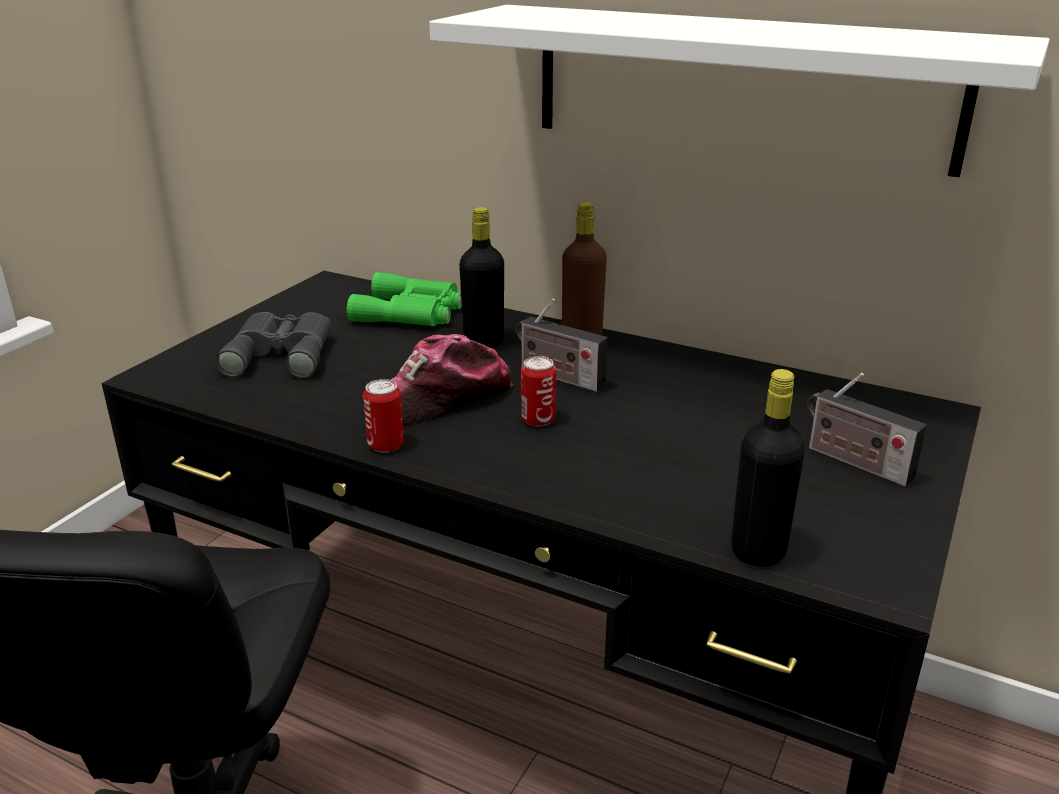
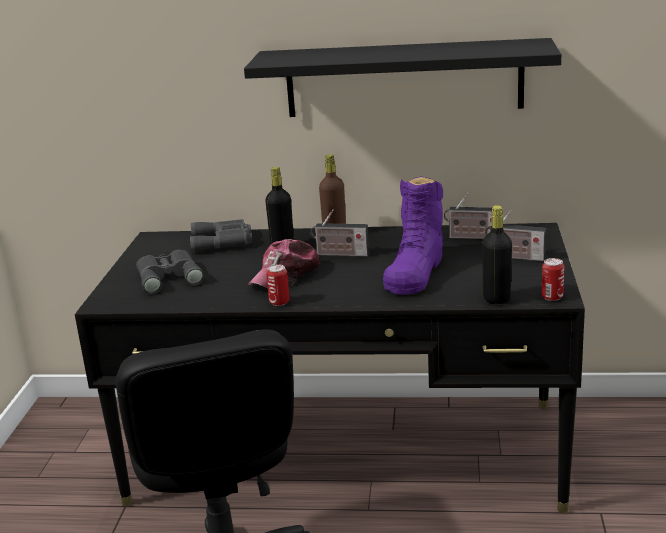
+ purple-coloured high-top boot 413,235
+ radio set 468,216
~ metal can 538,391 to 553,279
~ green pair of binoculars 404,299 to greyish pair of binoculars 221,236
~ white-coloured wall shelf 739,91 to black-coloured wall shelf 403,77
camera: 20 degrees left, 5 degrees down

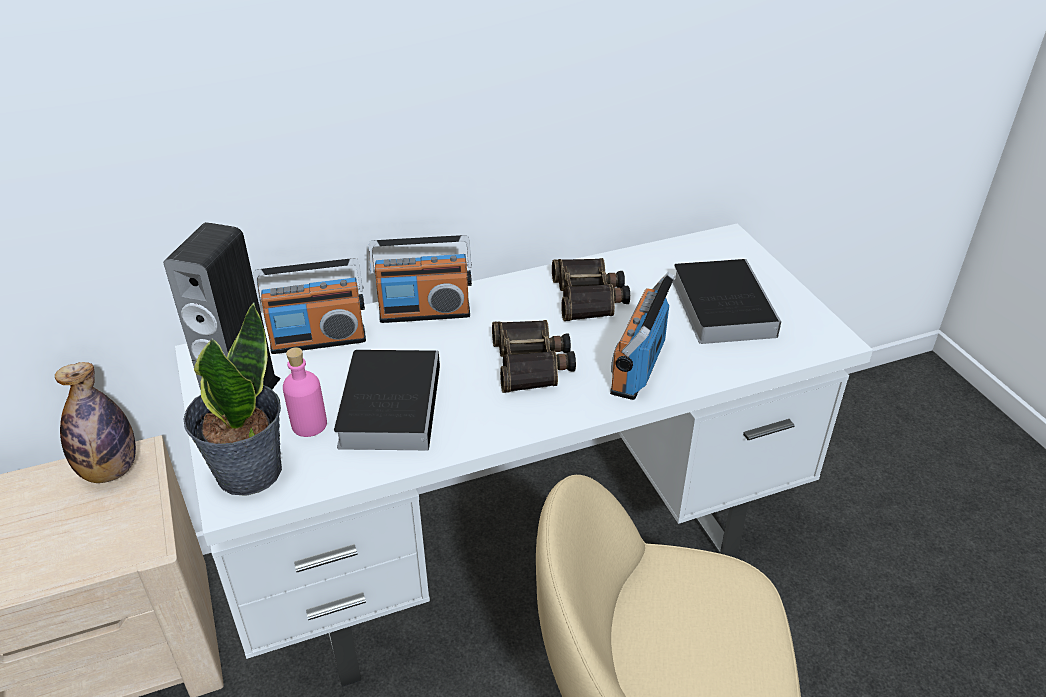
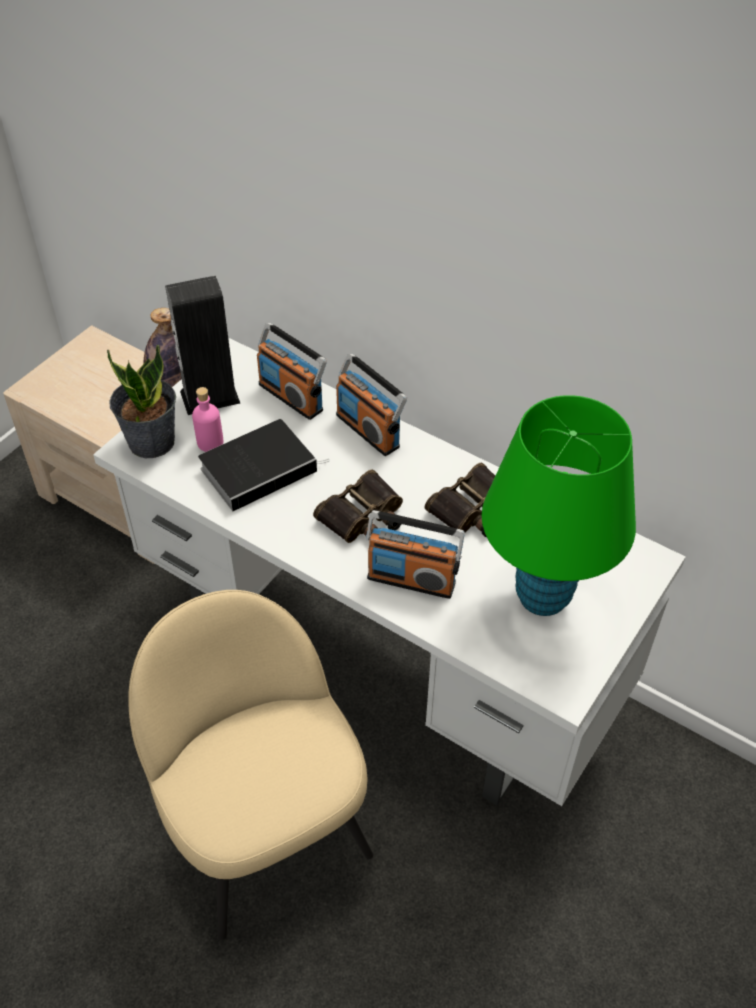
~ volume 727,301 to green table lamp 559,505
~ radio set 642,336 = 415,554 150 degrees counterclockwise
camera: 55 degrees right, 10 degrees up

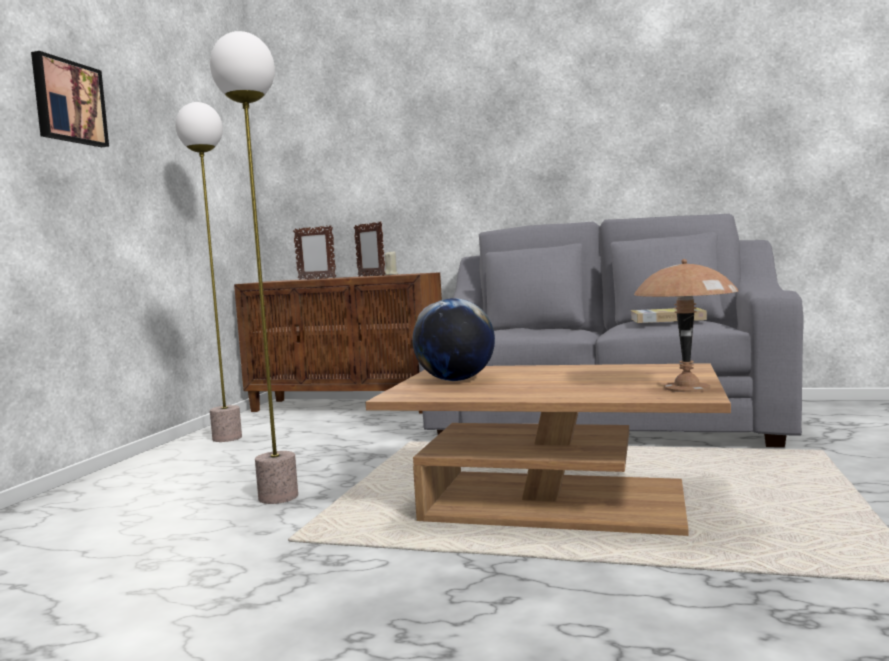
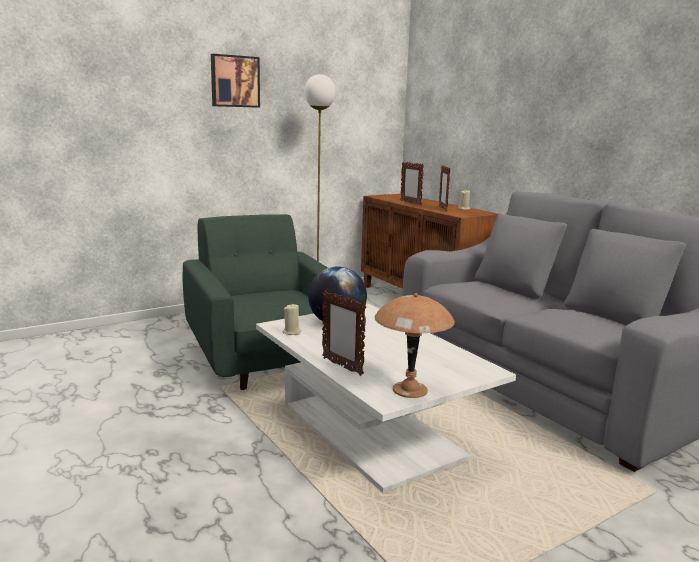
- volume 669,315
+ beige-coloured candle 292,319
+ standing frame 344,333
~ floor lamp 254,267 to green armchair 255,302
~ brown lounge table 548,449 to white-coloured lounge table 386,398
camera: 40 degrees right, 10 degrees up

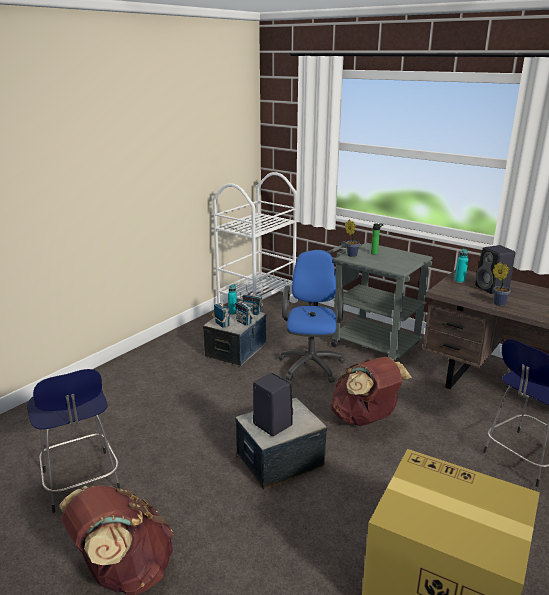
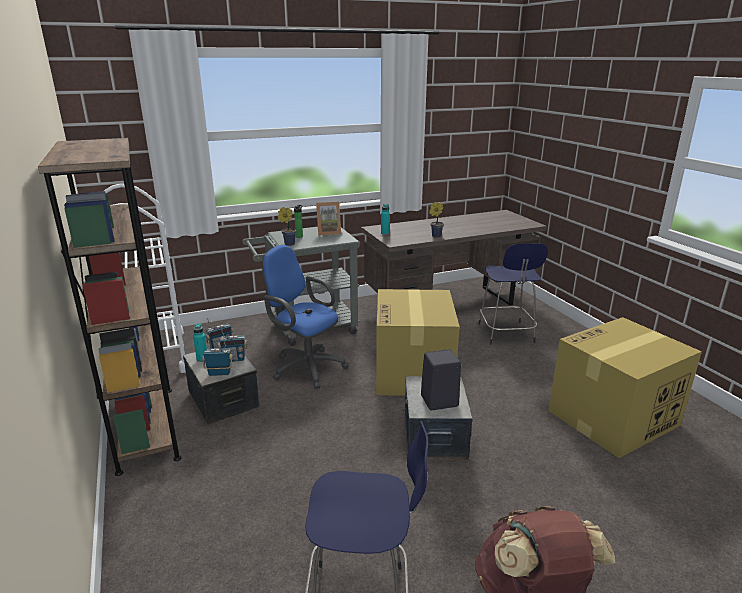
- black-coloured speaker 495,269
+ brown bookshelf 109,307
+ standing frame 328,218
~ brown rucksack 371,391 to cardboard box 418,342
camera: 60 degrees left, 0 degrees up

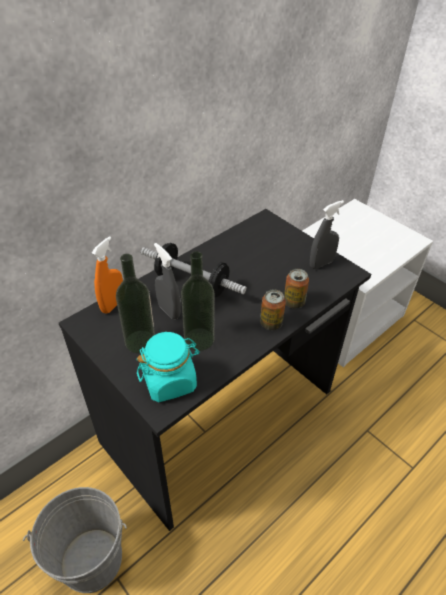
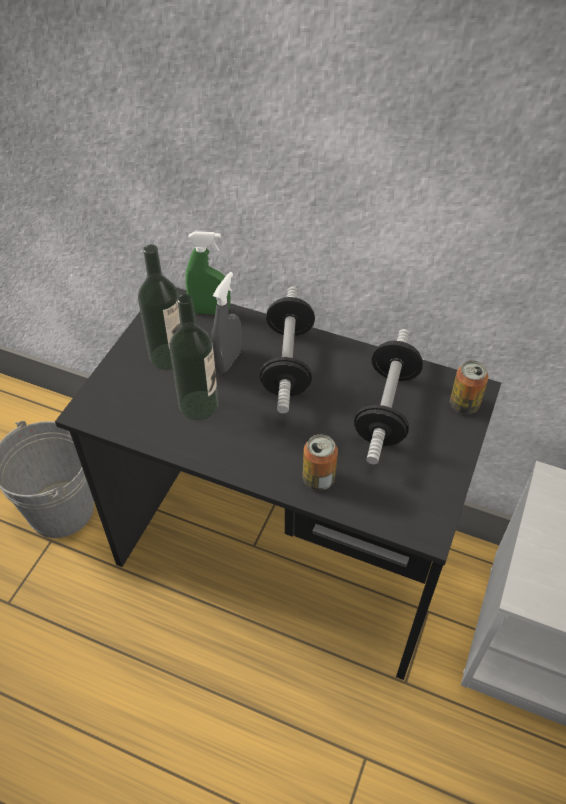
- blue-green preserve jar 168,367
- greyish spray bottle 327,234
+ dumbbell 388,396
~ metal can 273,310 to 469,387
~ orange-coloured spray bottle 107,274 to green spray bottle 208,272
camera: 65 degrees right, 5 degrees up

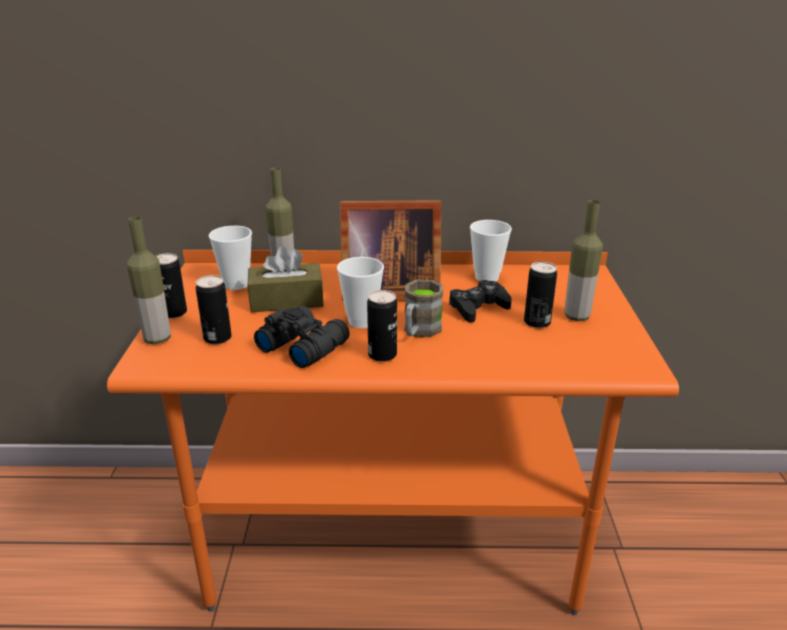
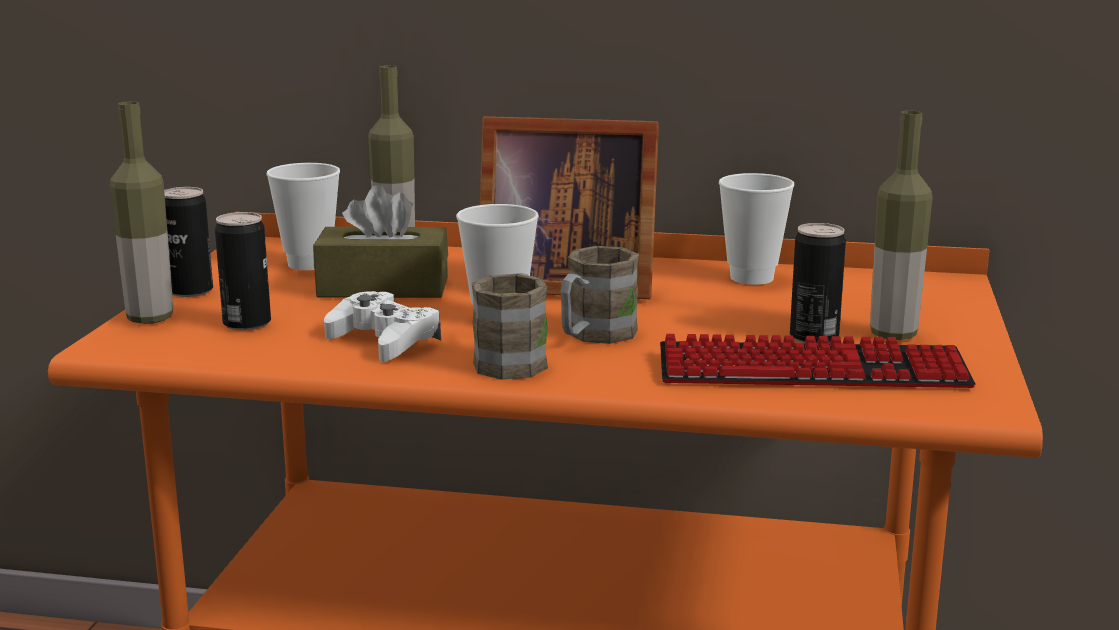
- black-coloured joypad 480,301
+ keyboard 818,361
~ black-coloured pair of binoculars 302,337 to white-coloured joypad 382,326
~ metal can 382,326 to brown tea mug 510,326
camera: 10 degrees right, 10 degrees down

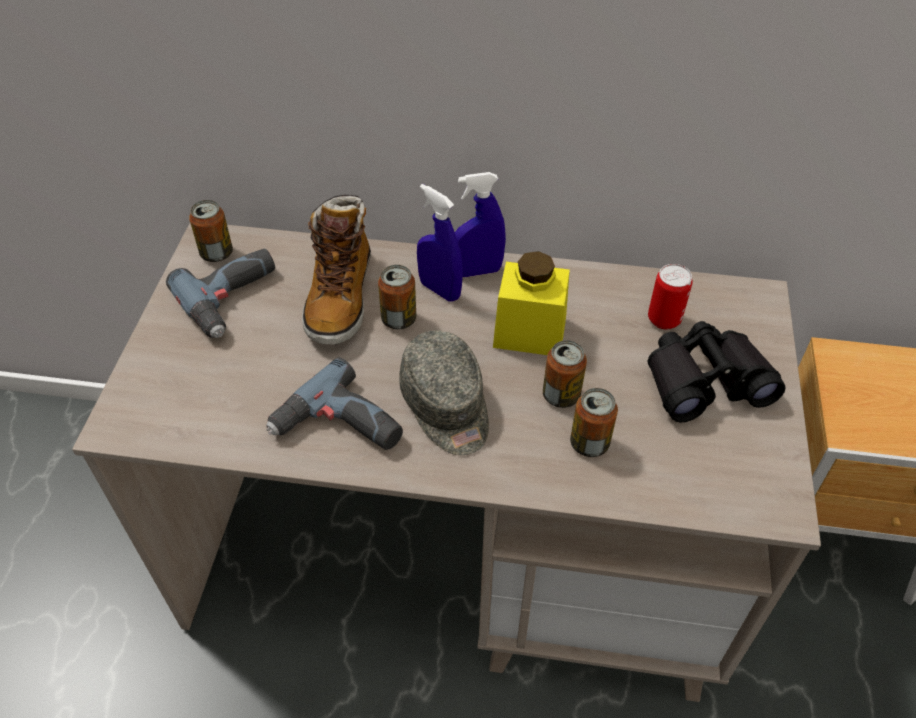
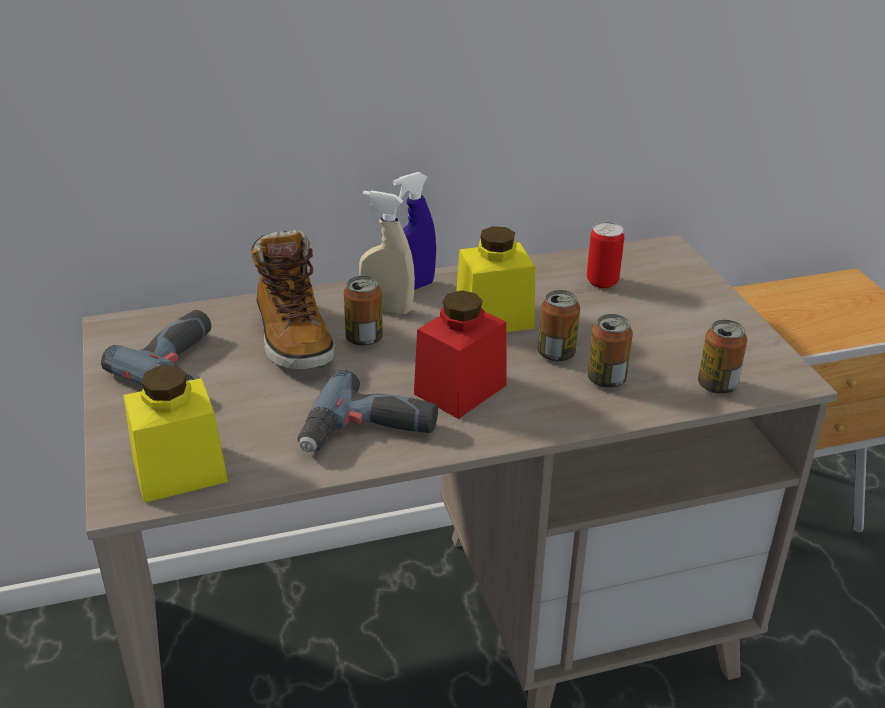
- black-coloured pair of binoculars 717,372
+ yellow preserve jar 175,434
~ metal can 211,231 to 722,357
~ greyish peaked cap 444,393 to reddish preserve jar 460,354
~ blue-coloured spray bottle 440,243 to beige-coloured spray bottle 387,252
camera: 25 degrees left, 15 degrees down

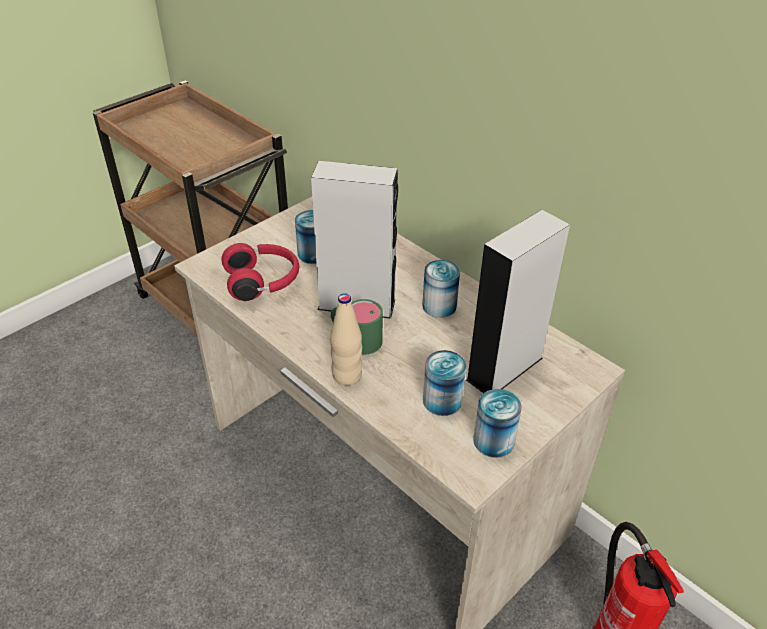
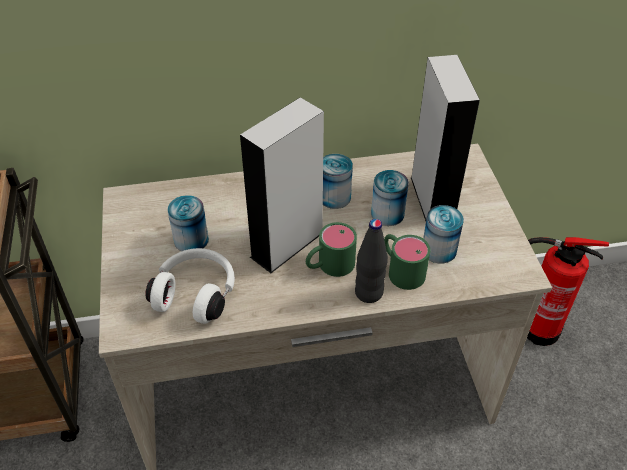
+ green tea mug 407,262
~ metal can 497,423 to 390,198
~ reddish headset 260,272 to white-coloured headset 190,286
~ beige-coloured bottle 346,339 to black-coloured bottle 371,261
camera: 55 degrees left, 5 degrees up

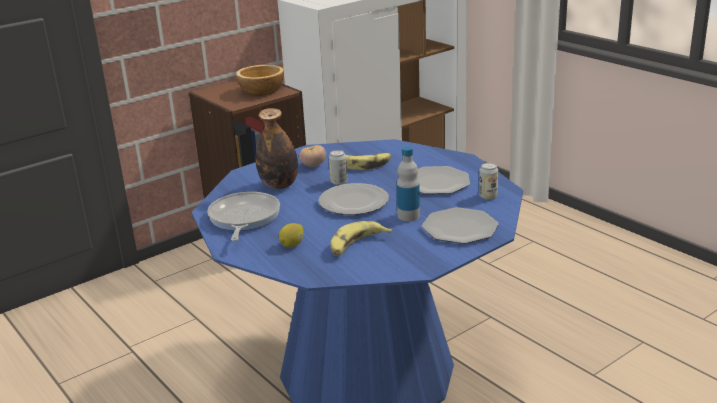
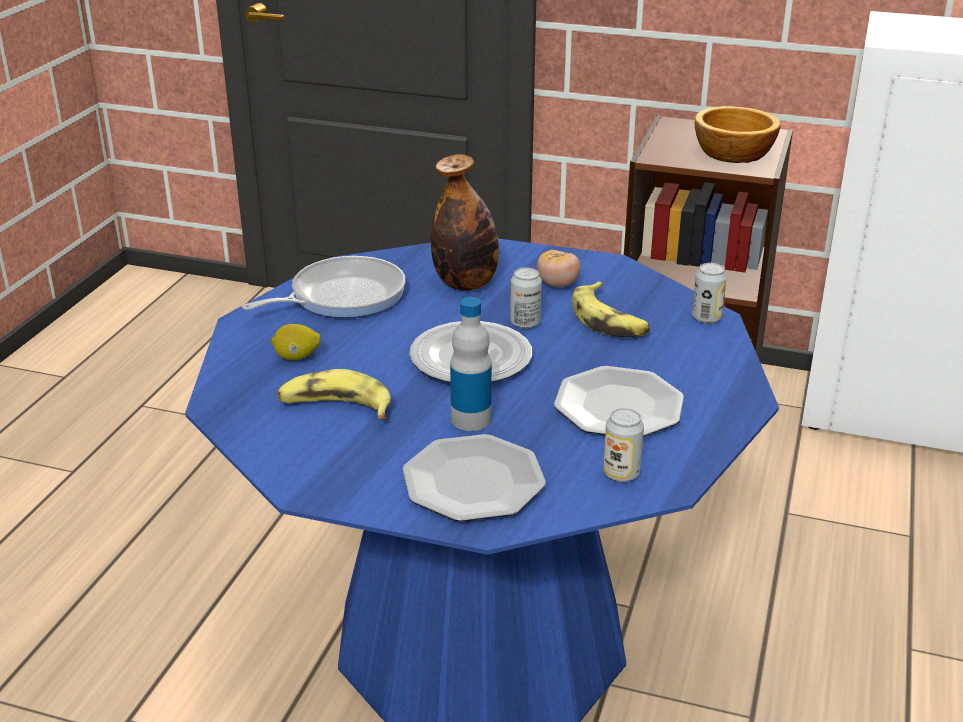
+ metal can 709,293
camera: 55 degrees right, 5 degrees up

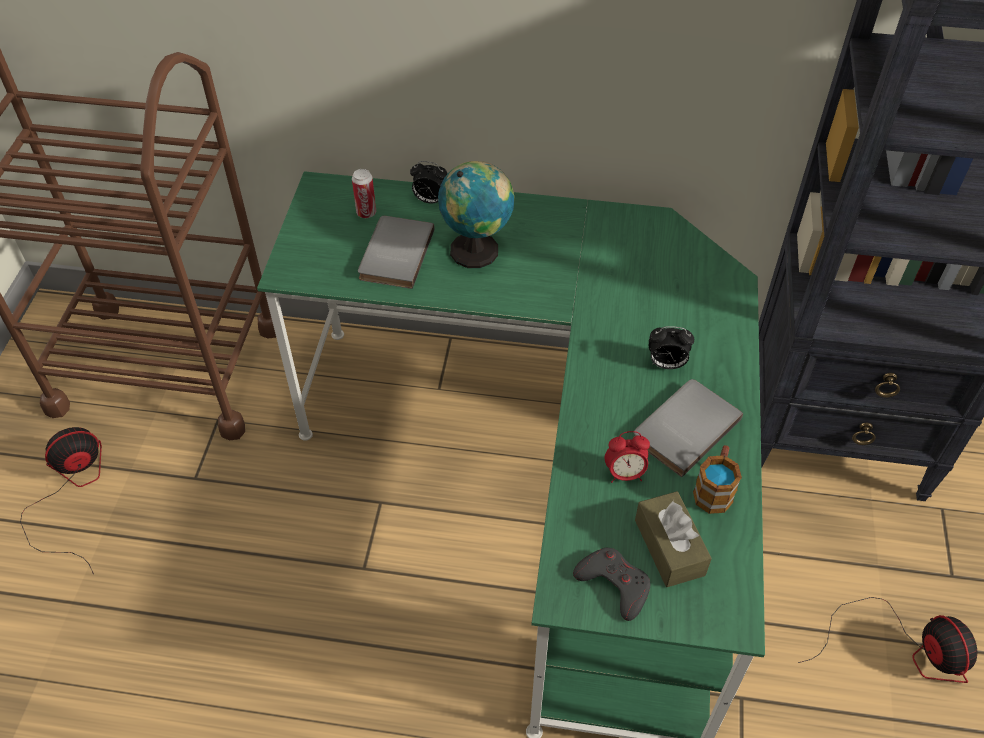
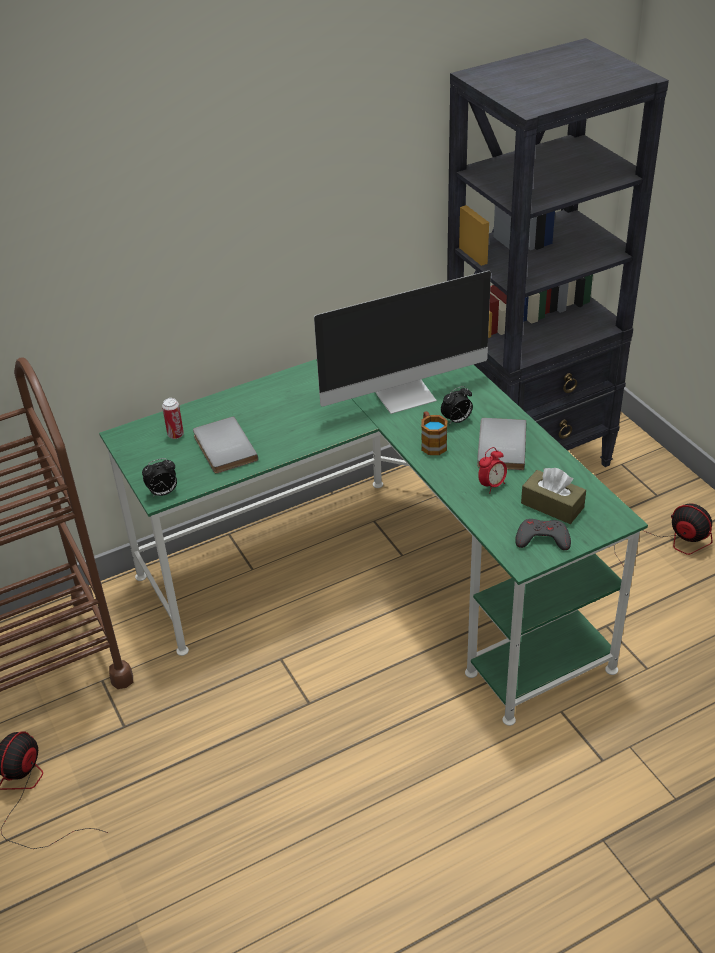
- world globe 476,214
+ computer display 402,342
~ bedside clock 428,182 to 159,477
~ tea mug 717,479 to 434,433
camera: 35 degrees left, 10 degrees down

